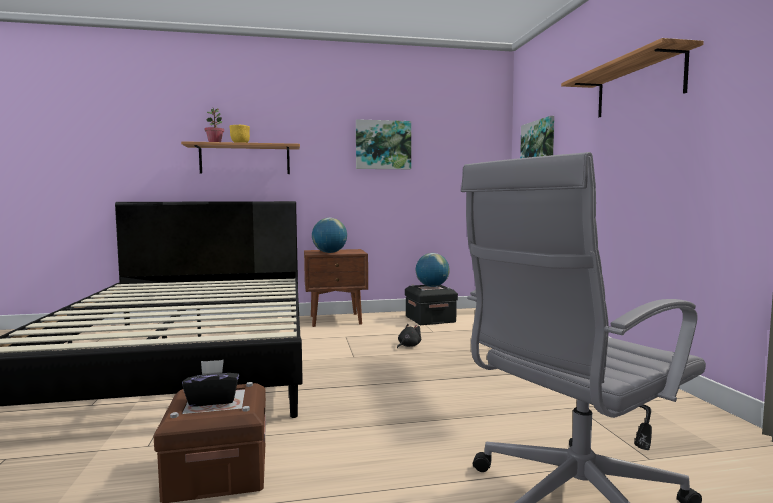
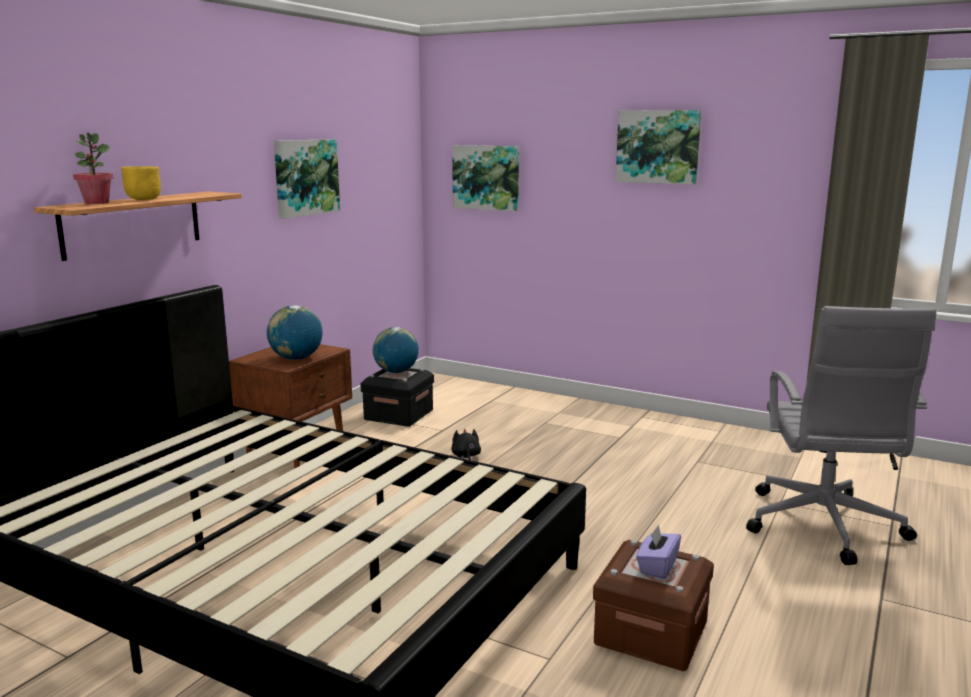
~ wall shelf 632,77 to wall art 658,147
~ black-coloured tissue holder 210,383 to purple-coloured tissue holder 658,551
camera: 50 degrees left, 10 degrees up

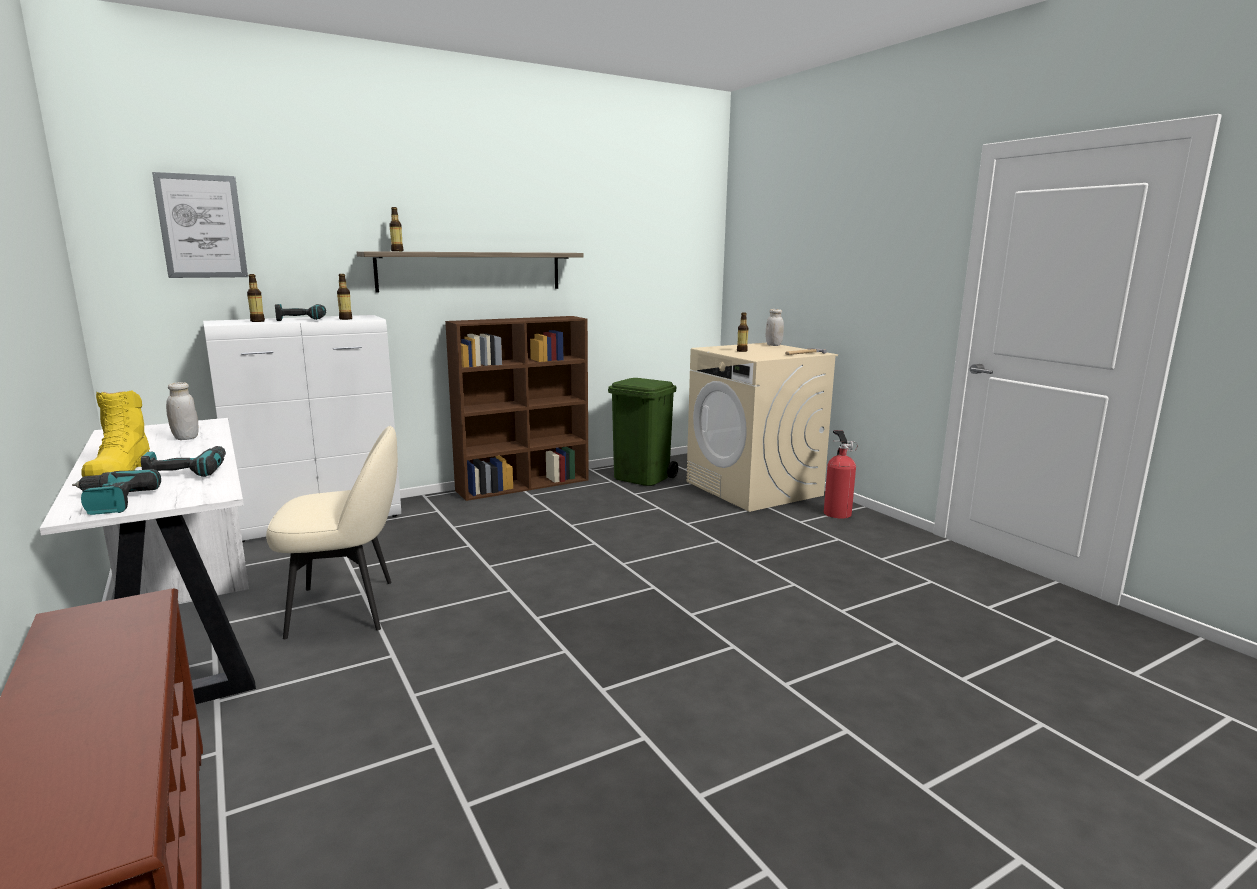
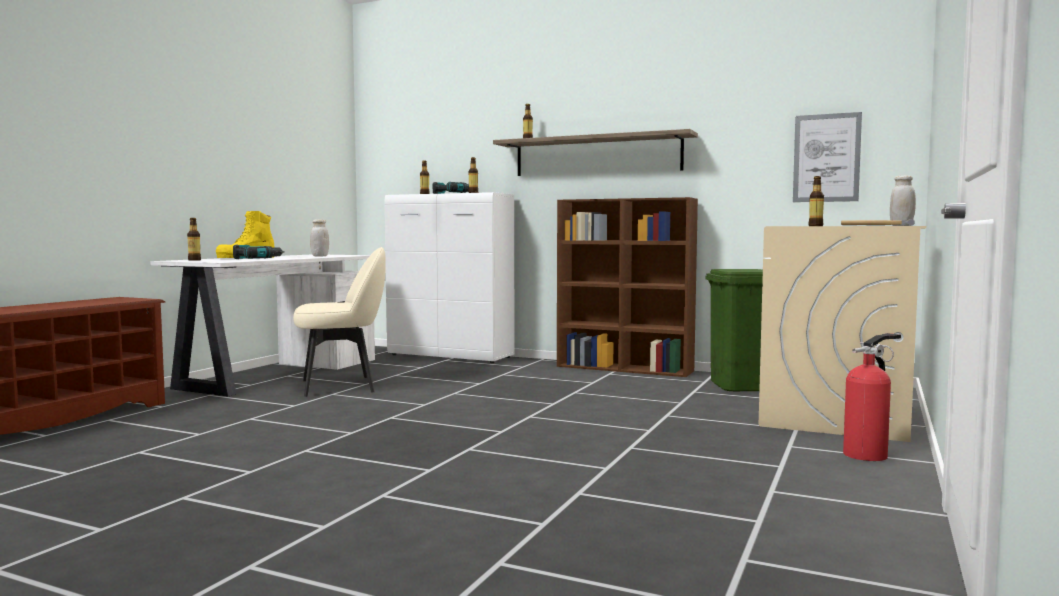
~ wall art 200,225 to 827,157
~ electric drill 116,492 to bottle 194,239
~ beige-coloured plain chair 332,532 = 339,322 60 degrees counterclockwise
camera: 55 degrees right, 10 degrees down

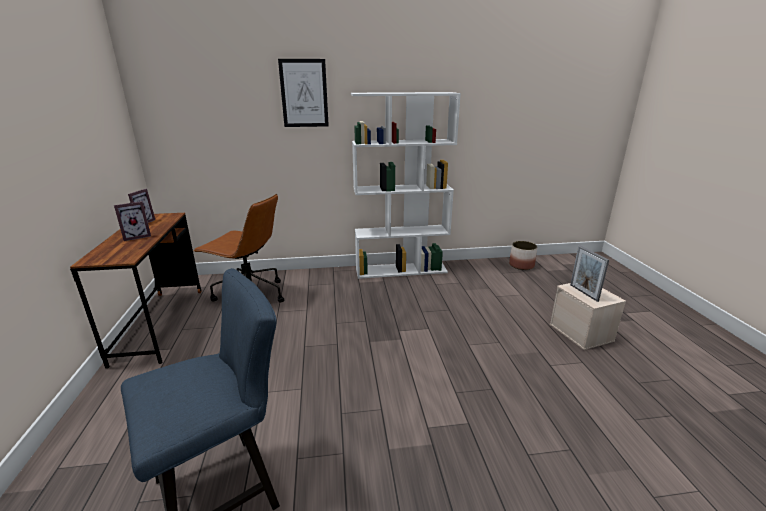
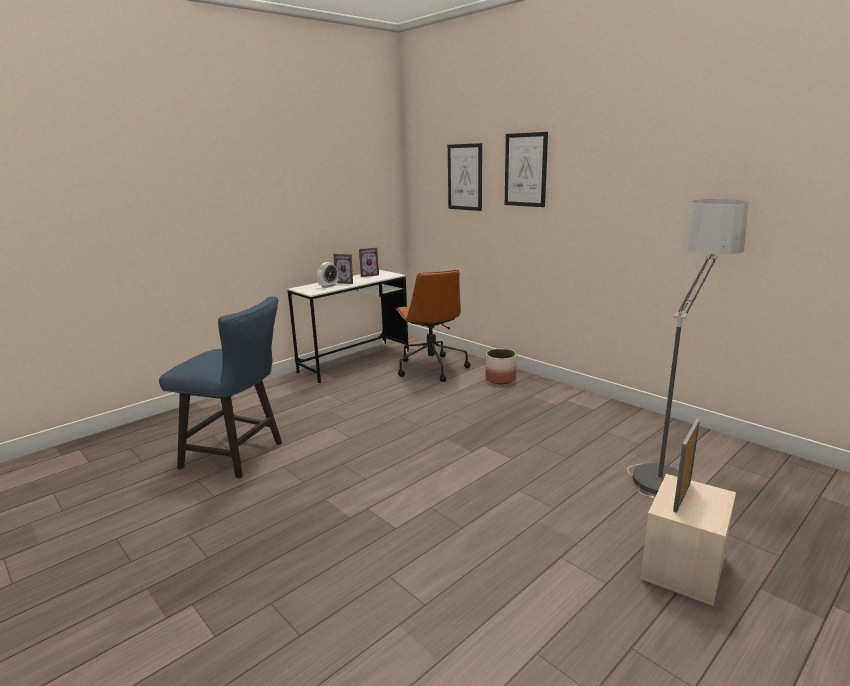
- white-coloured bookshelf 406,185
+ bedside clock 327,275
+ wall art 465,177
+ floor lamp 688,349
~ planter 523,255 to 501,366
~ brown desk 135,290 to white-coloured desk 349,326
camera: 55 degrees right, 5 degrees down

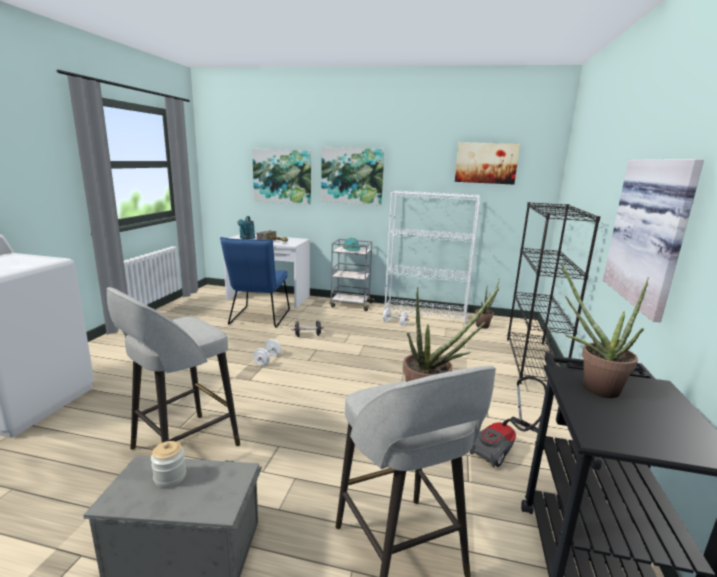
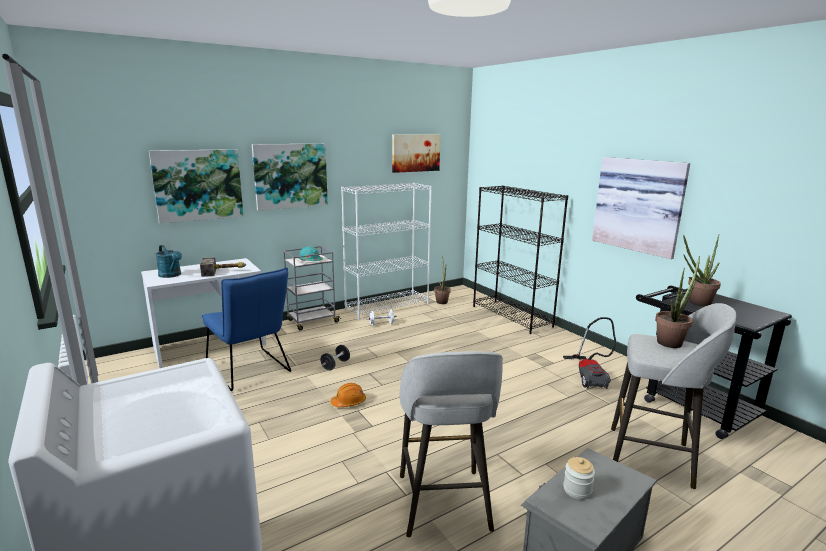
~ white-coloured dumbbell 267,352 to orange-coloured hard hat 348,395
camera: 45 degrees left, 0 degrees up

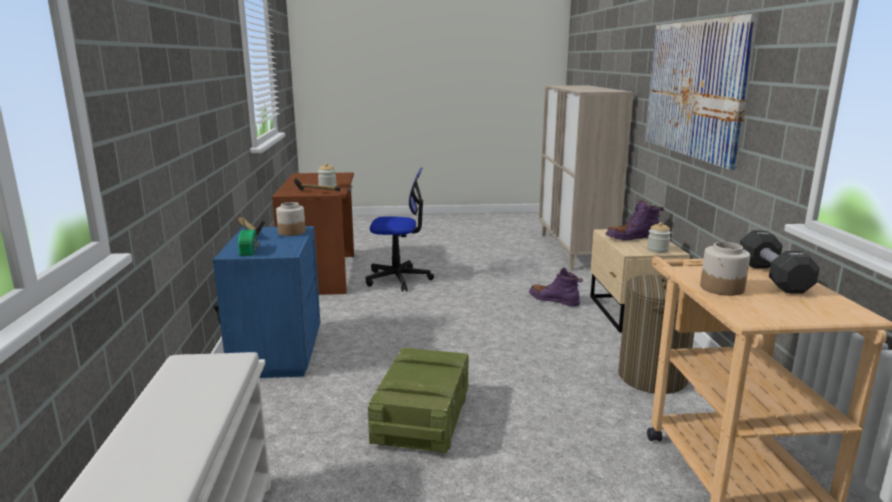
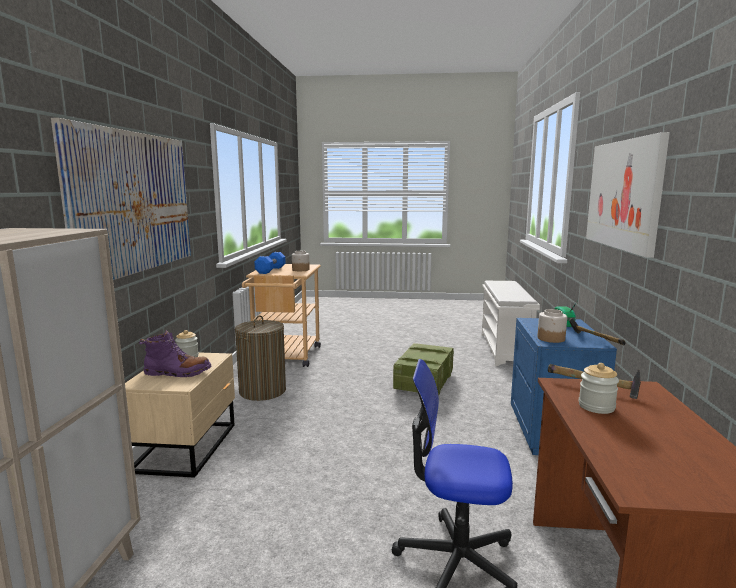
- purple-coloured high-top boot 556,287
+ wall art 628,195
~ black-coloured dumbbell 780,262 to blue-coloured dumbbell 270,263
camera: 170 degrees left, 5 degrees down

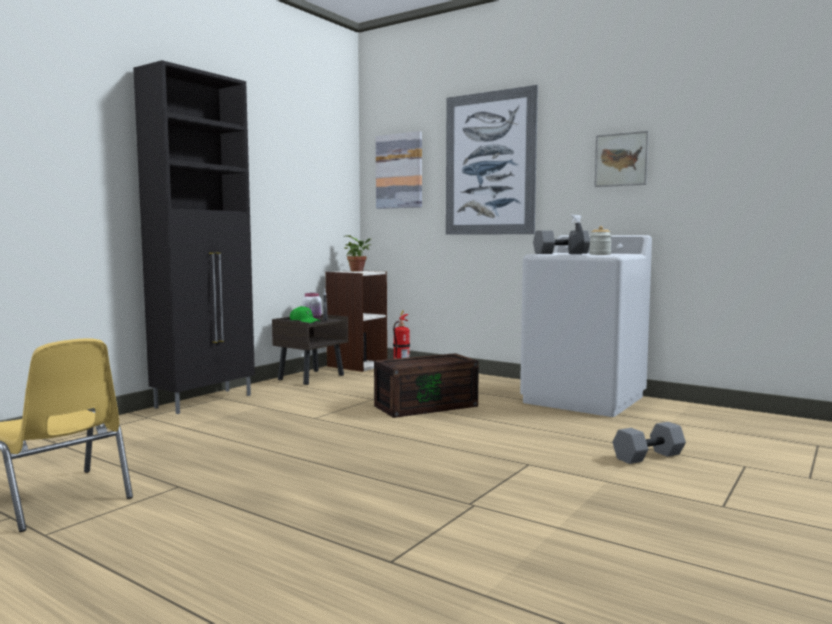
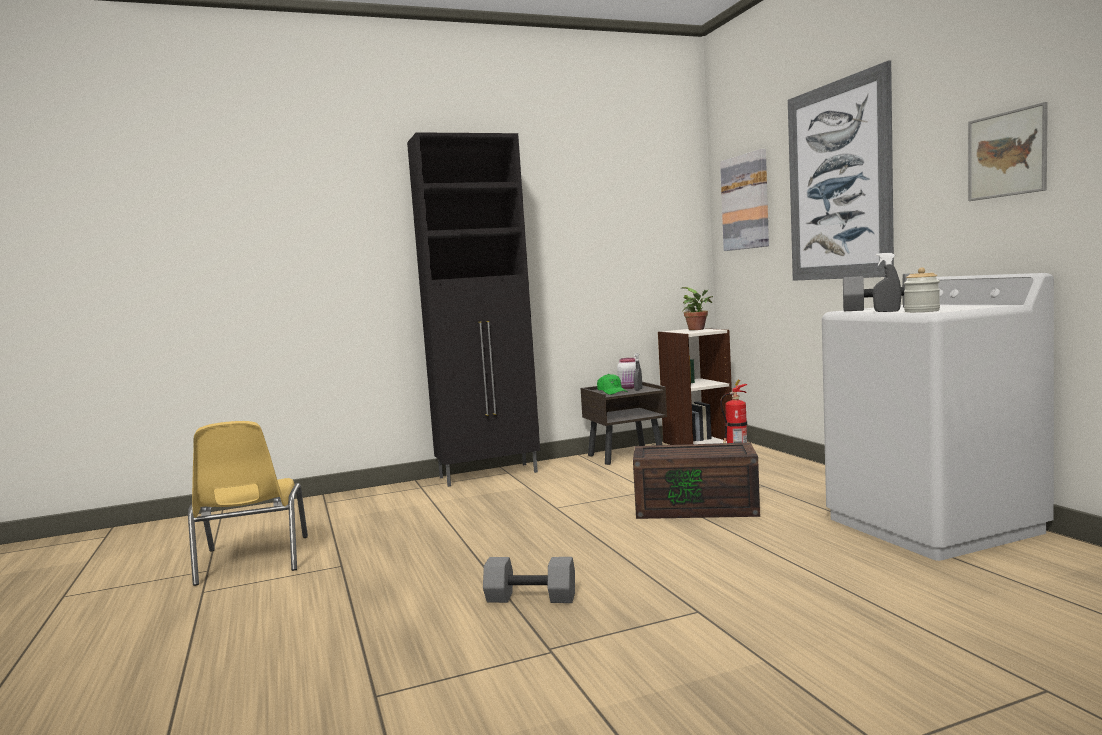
~ greyish dumbbell 649,443 to 529,580
camera: 35 degrees right, 0 degrees up

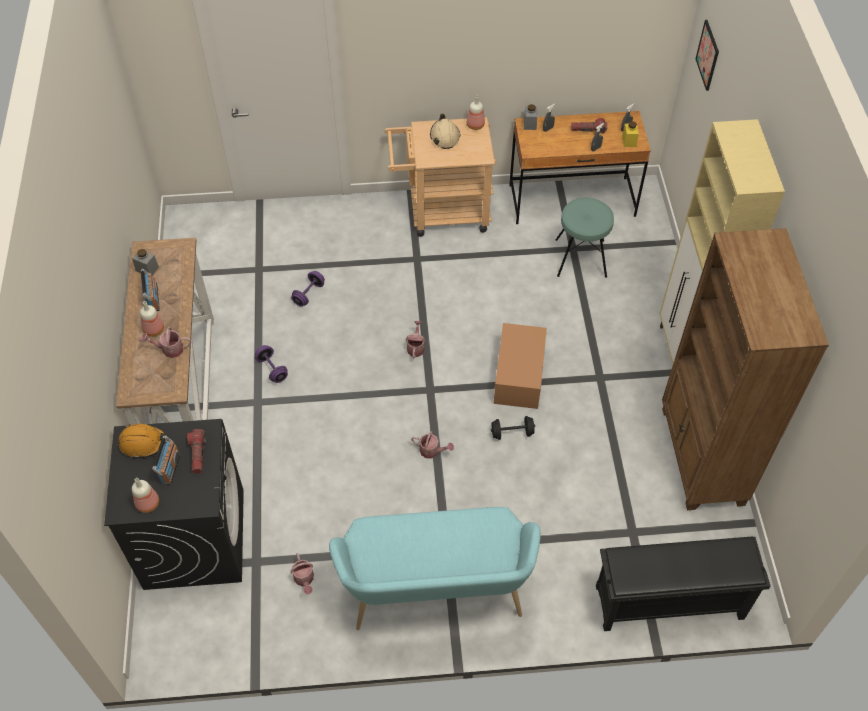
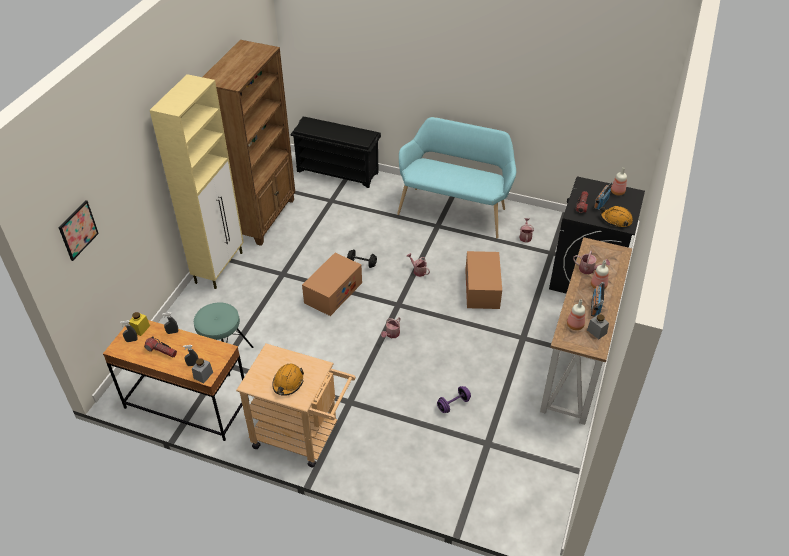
- purple-coloured dumbbell 271,364
+ cardboard box 483,280
~ bottle 476,113 to 576,315
~ beige-coloured hard hat 445,131 to orange-coloured hard hat 288,380
camera: 155 degrees left, 10 degrees down

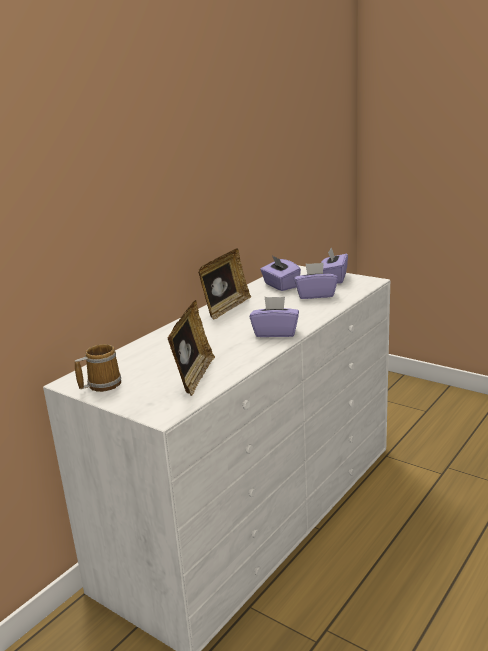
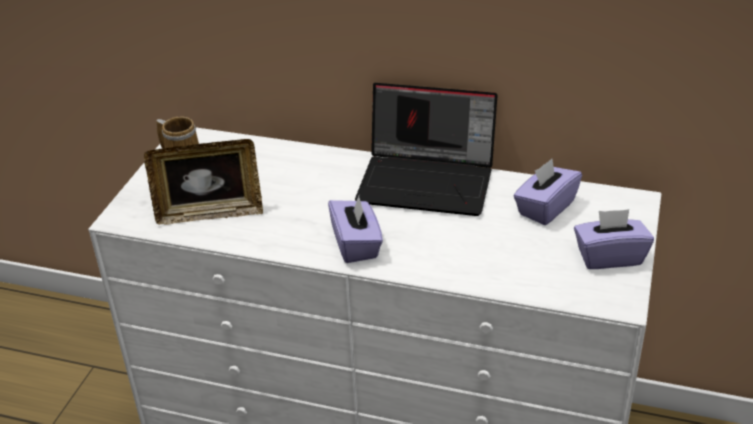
- purple-coloured tissue holder 316,280
~ standing frame 224,283 to notebook computer 426,149
camera: 70 degrees right, 15 degrees up

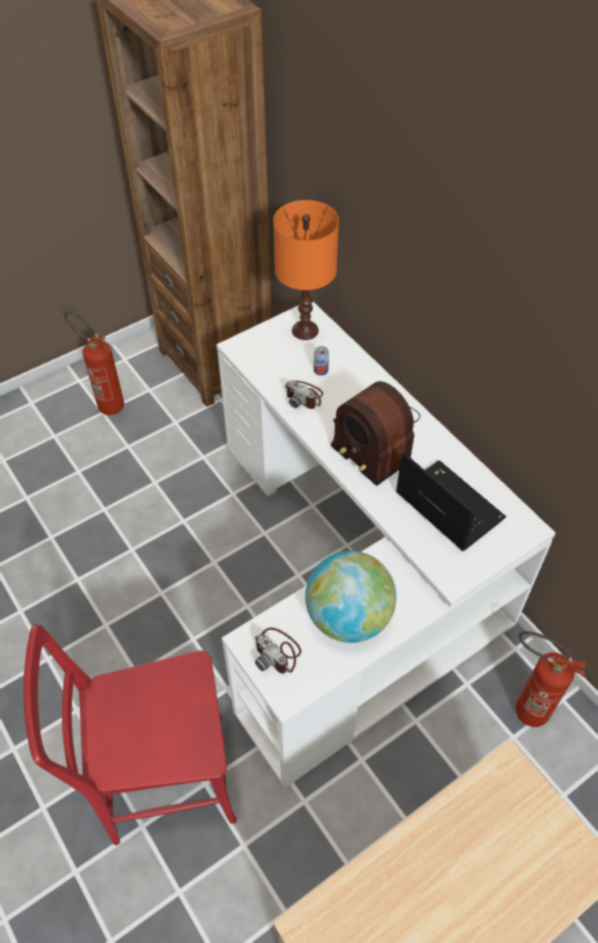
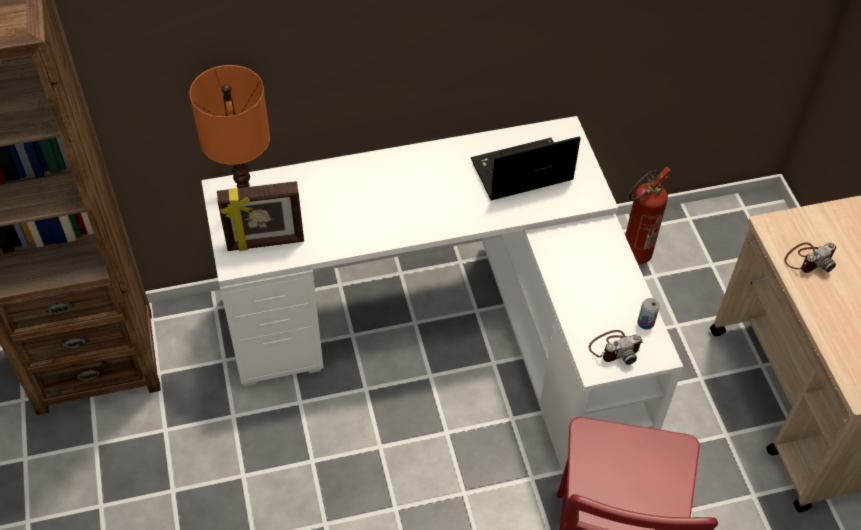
- extinguisher 94,363
- world globe 350,597
- radio set 375,433
+ standing frame 260,216
~ still camera 303,394 to 810,257
~ metal can 321,361 to 648,314
camera: 70 degrees left, 0 degrees up

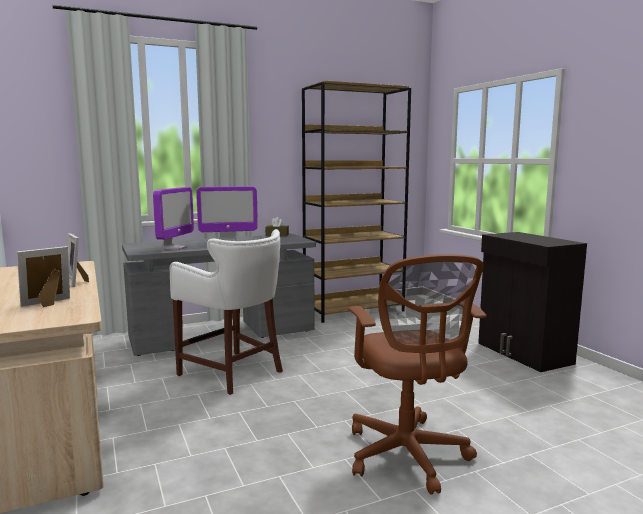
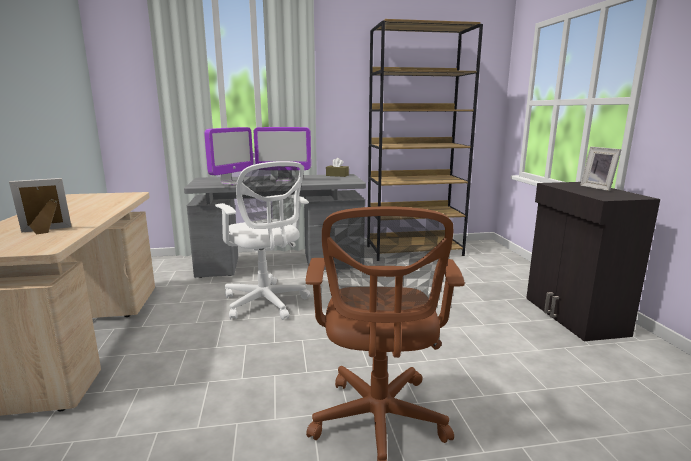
~ standing frame 78,260 to 601,169
~ white-coloured stool seat 226,312 to white-coloured office chair 262,240
camera: 15 degrees right, 5 degrees up

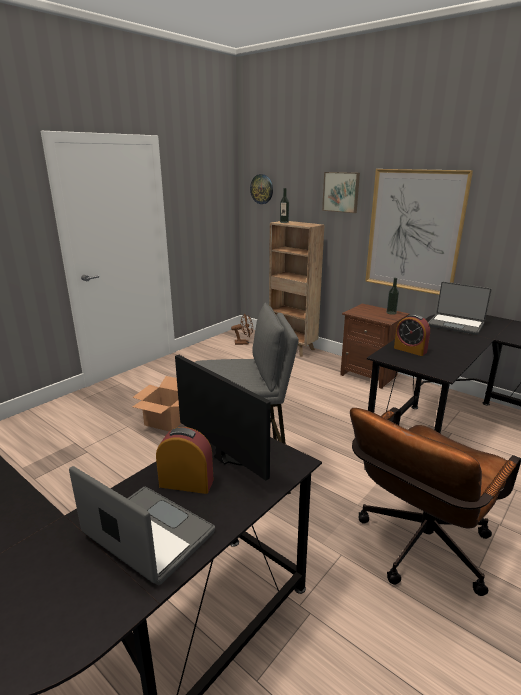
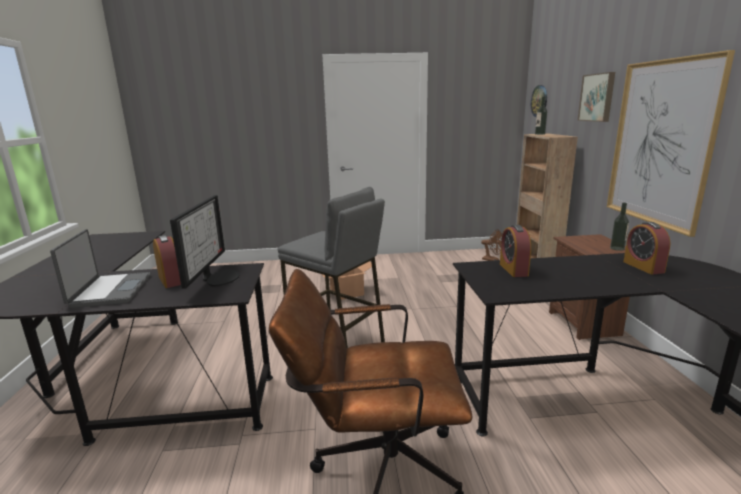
~ notebook computer 460,308 to bedside clock 646,248
camera: 45 degrees right, 5 degrees down

